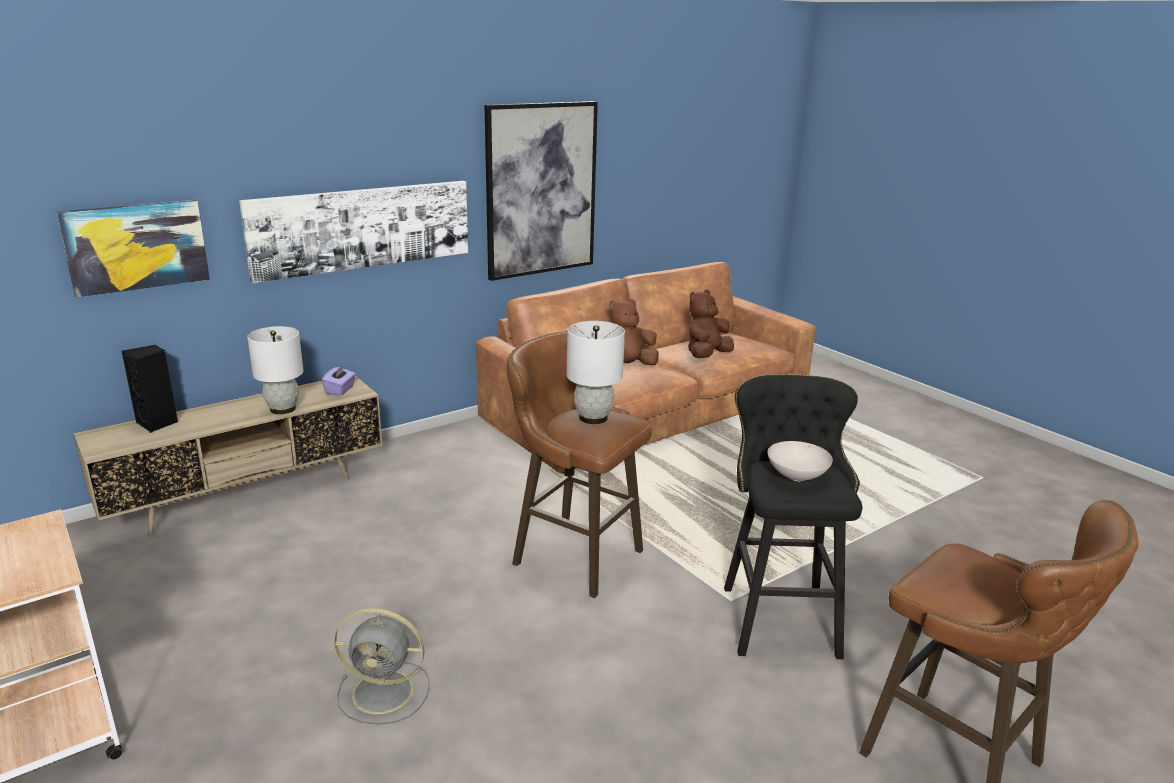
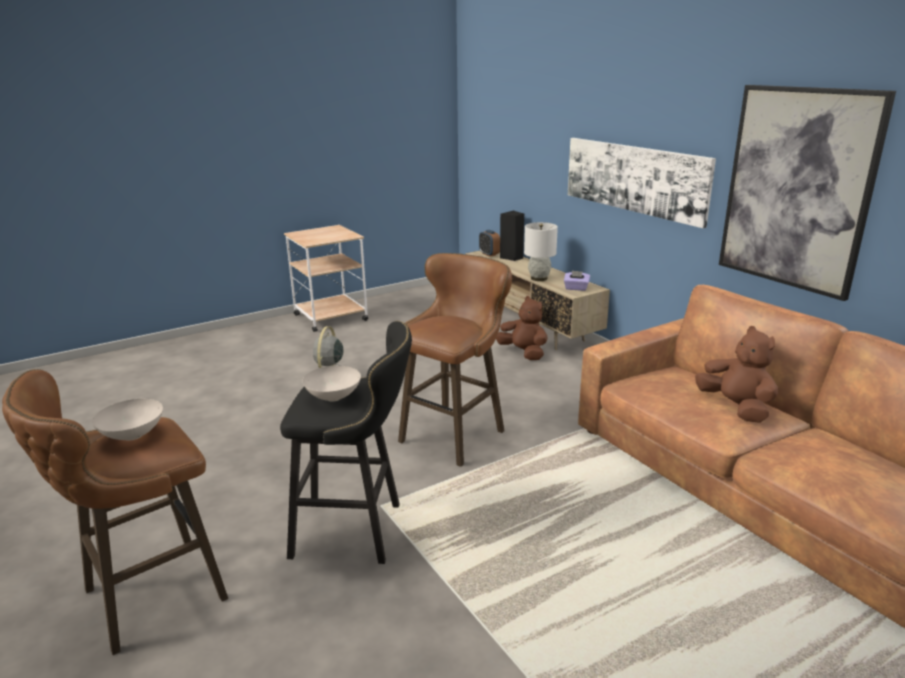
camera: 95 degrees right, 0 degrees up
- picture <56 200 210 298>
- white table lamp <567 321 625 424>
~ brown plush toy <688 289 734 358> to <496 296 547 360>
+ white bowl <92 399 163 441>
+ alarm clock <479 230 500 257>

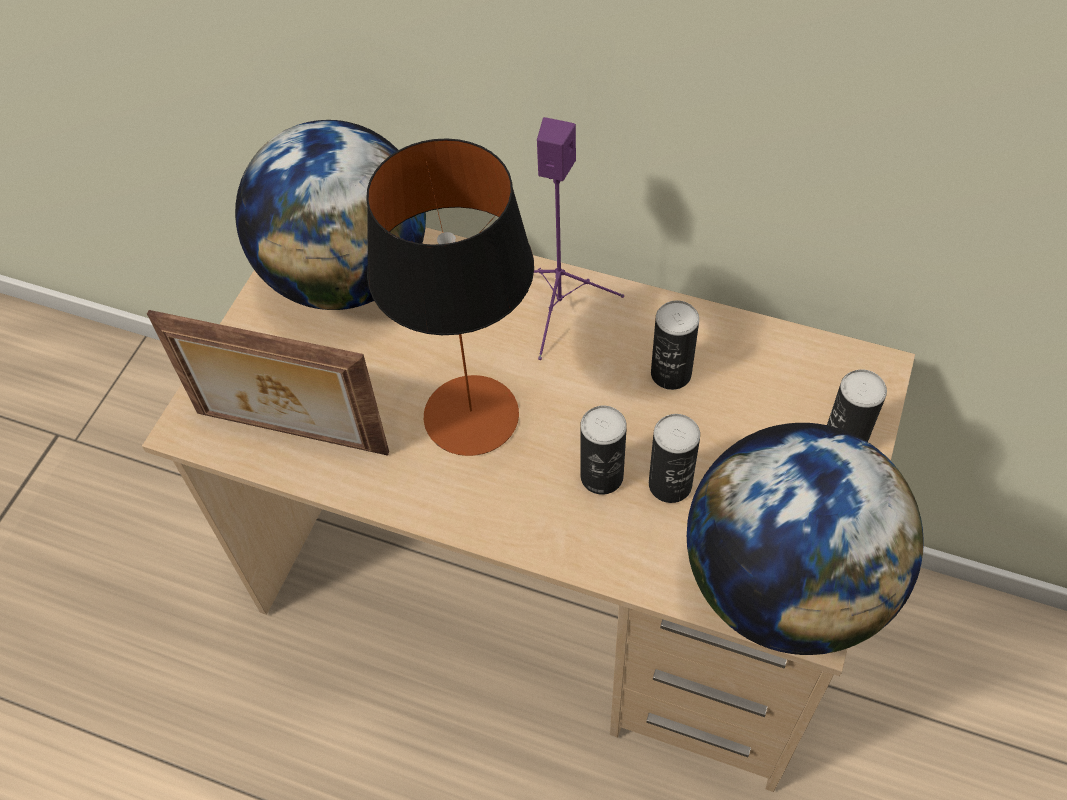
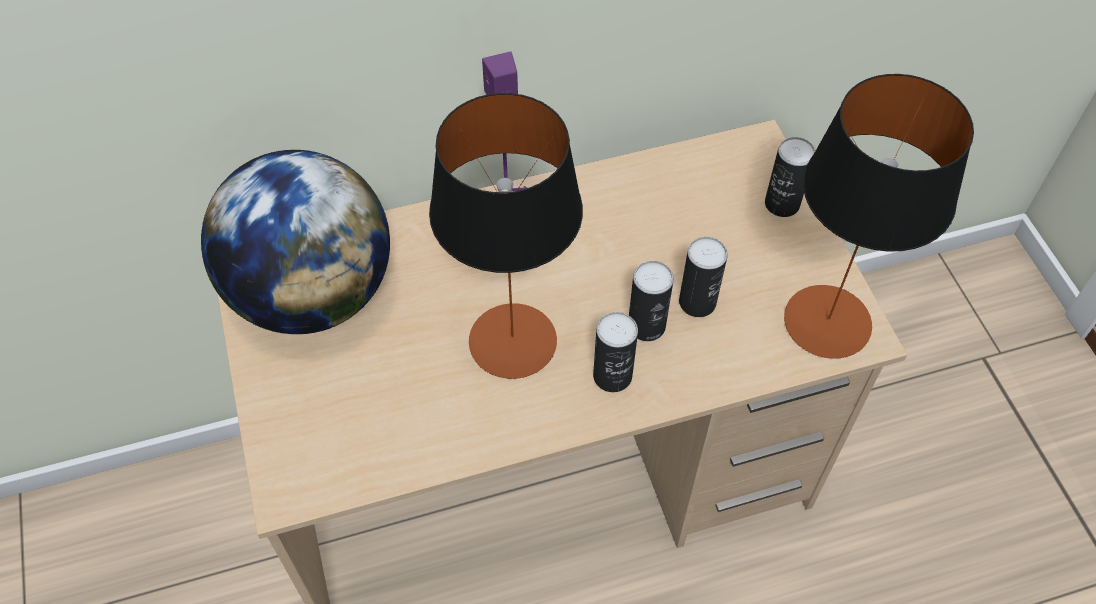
camera: 40 degrees left, 0 degrees up
- picture frame <147 310 389 456>
~ can <651 300 699 390> to <593 312 638 392>
~ globe <687 423 924 655> to table lamp <784 74 974 359>

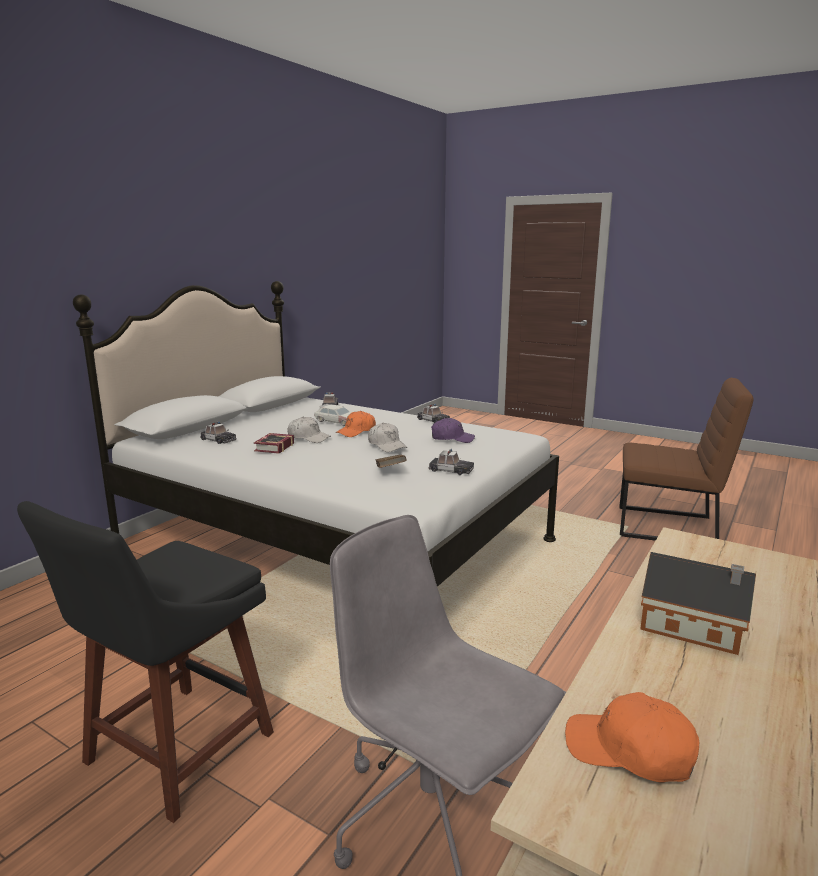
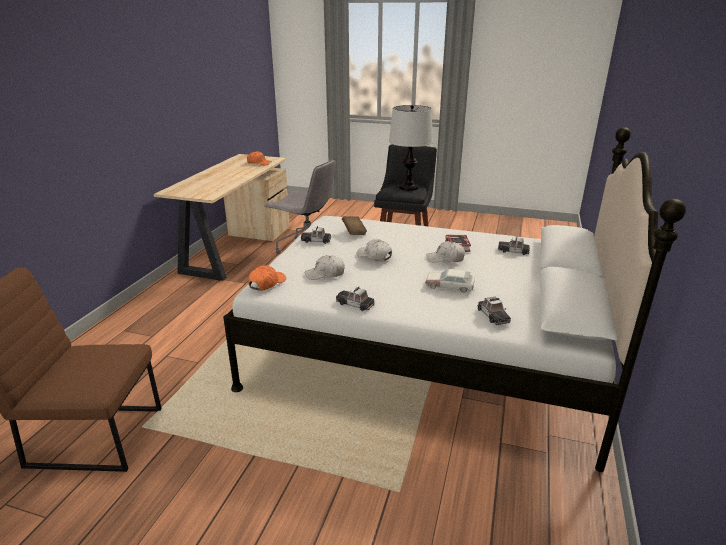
camera: 165 degrees right, 10 degrees up
~ orange cap <336 411 376 437> to <248 266 286 291>
~ purple cap <431 418 475 443> to white cap <305 255 345 280>
- toy house <640 552 756 655>
+ table lamp <389 105 433 191>

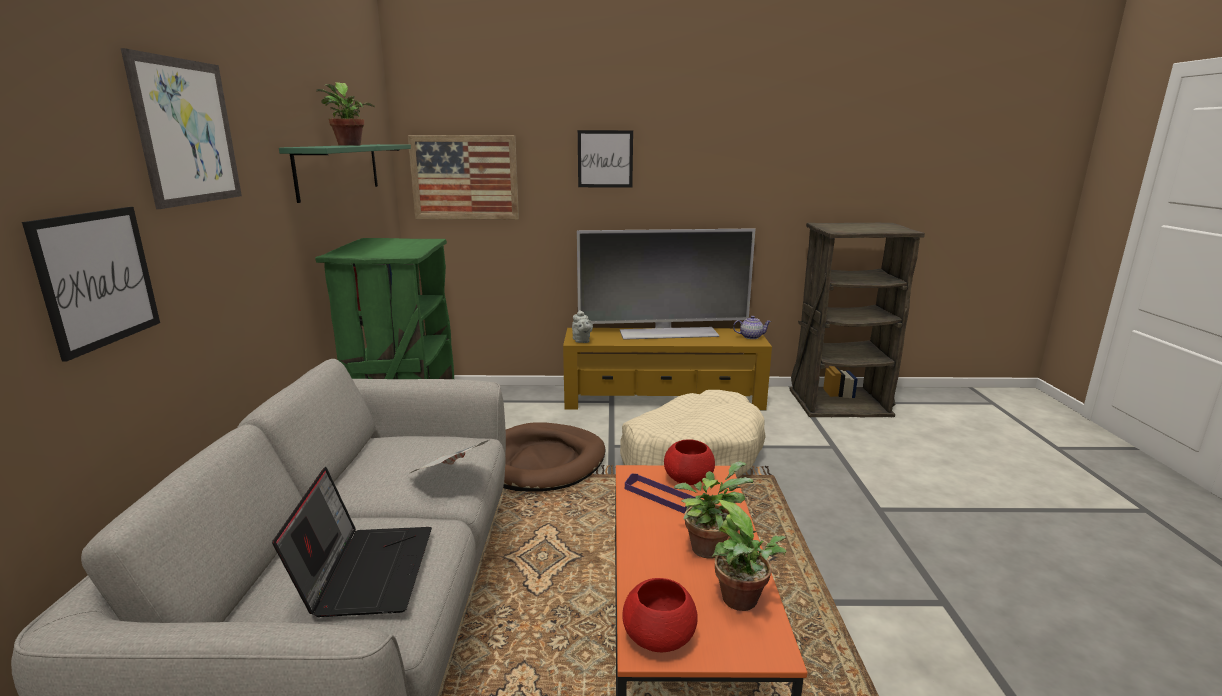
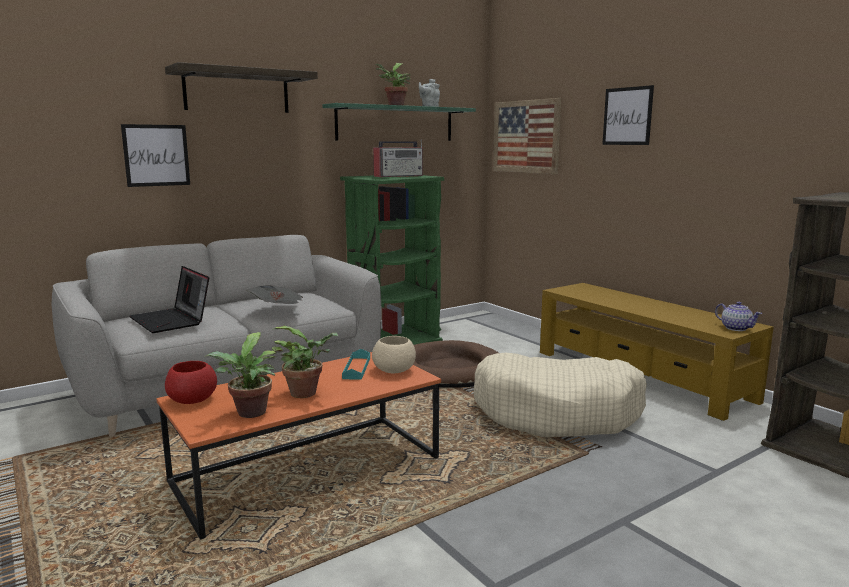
camera: 55 degrees right, 5 degrees down
~ picture <121 48 242 209> to shelf <165 62 318 113>
~ laptop <272 467 432 617> = <130 266 209 333> 90 degrees clockwise
~ grey teapot <572 310 593 343> to <419 79 440 107>
- television <577 228 755 340>
~ purple tray <625 474 696 514> to turquoise tray <342 349 370 380>
~ red bowl <664 439 715 485> to beige bowl <372 336 416 373>
+ radio <373 139 423 177>

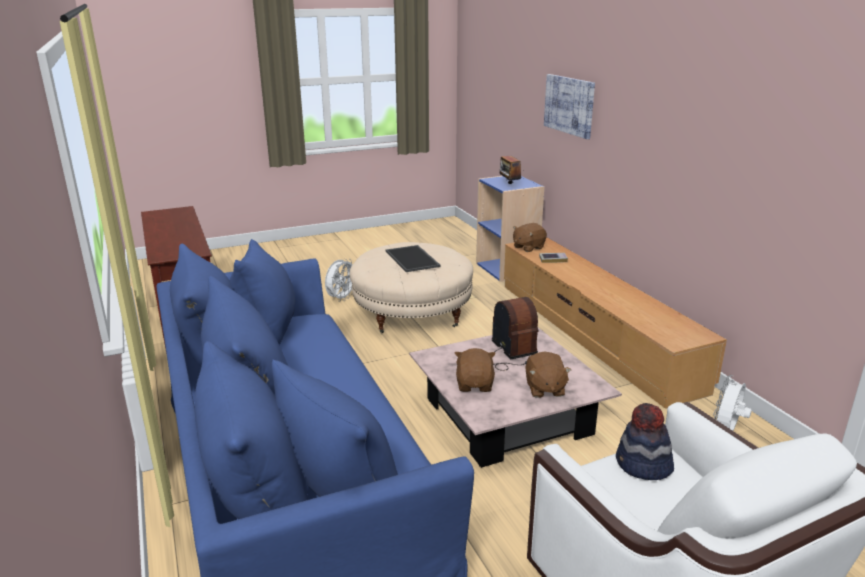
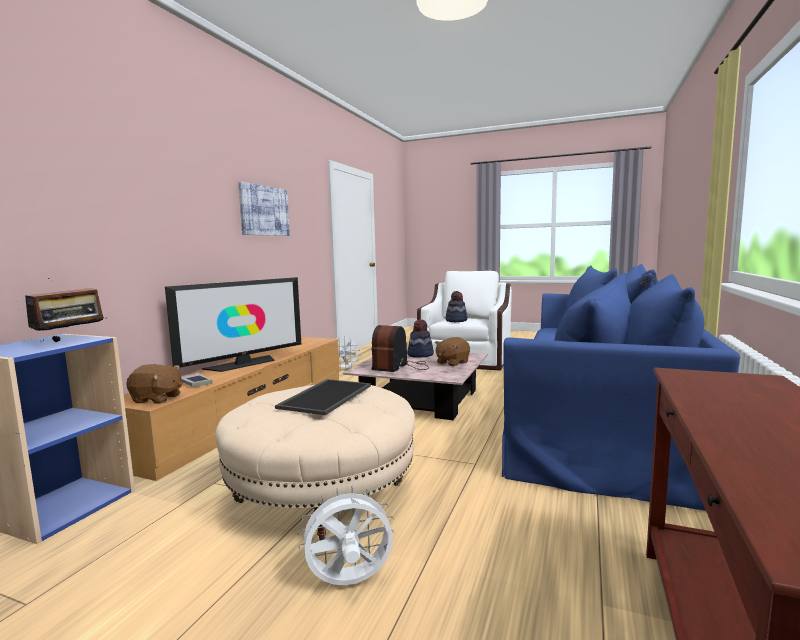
camera: 135 degrees left, 15 degrees down
~ brown plush toy <525 352 571 398> to hat <407 320 434 358>
~ picture <544 74 595 139> to <238 182 290 236>
+ television <165 277 301 372>

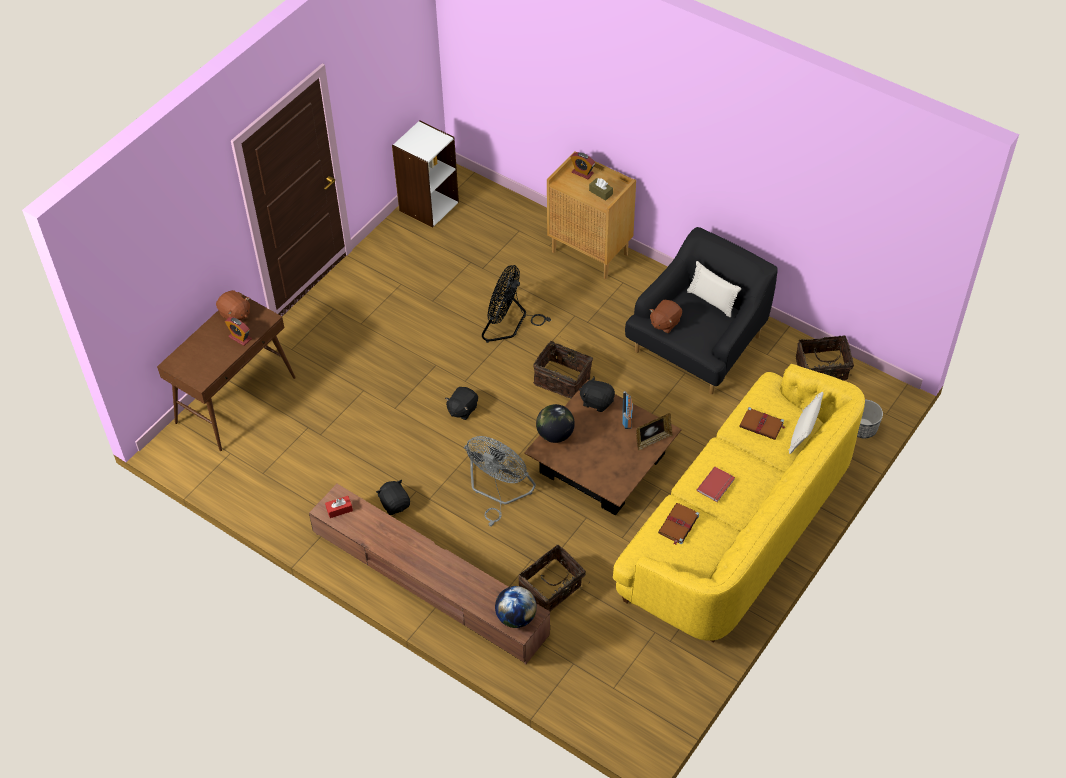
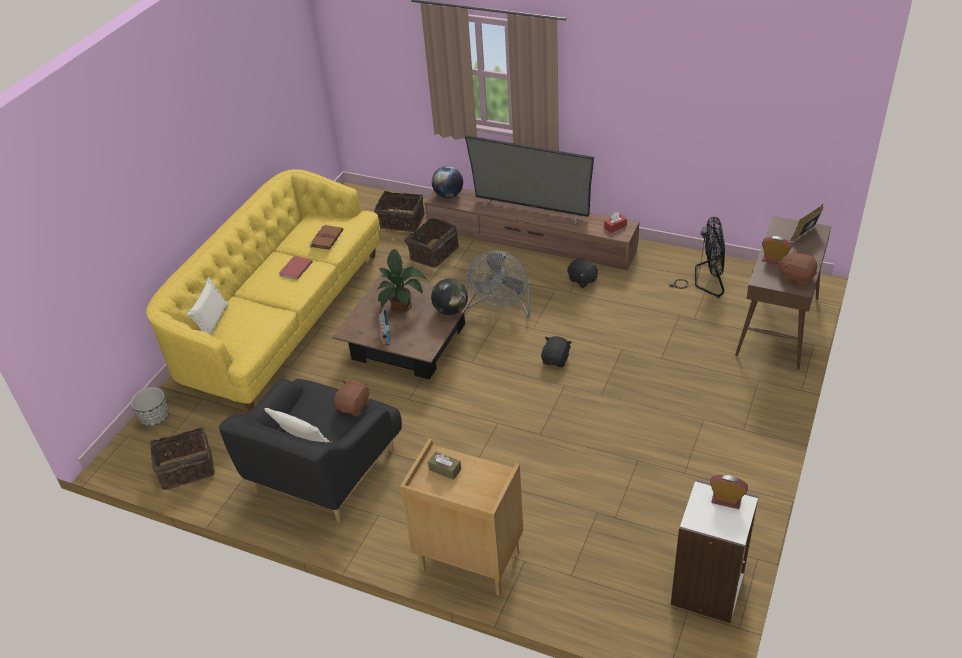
camera: 170 degrees right, 10 degrees down
~ black fan <482 265 552 343> to <669 216 725 298>
~ basket <533 336 593 399> to <374 191 425 232>
~ alarm clock <571 152 595 179> to <710 475 748 509>
- black plush toy <579 377 615 412>
~ picture frame <636 413 673 450> to <790 204 824 241>
- brown book <739 407 785 440>
+ potted plant <377 249 427 313>
+ television <465 135 594 225>

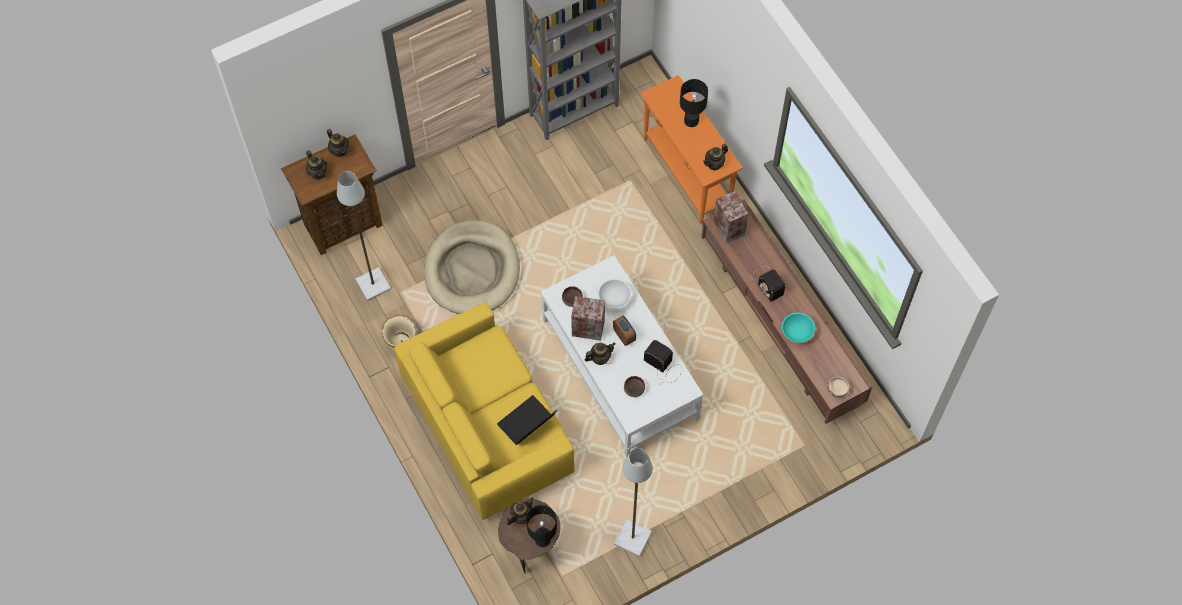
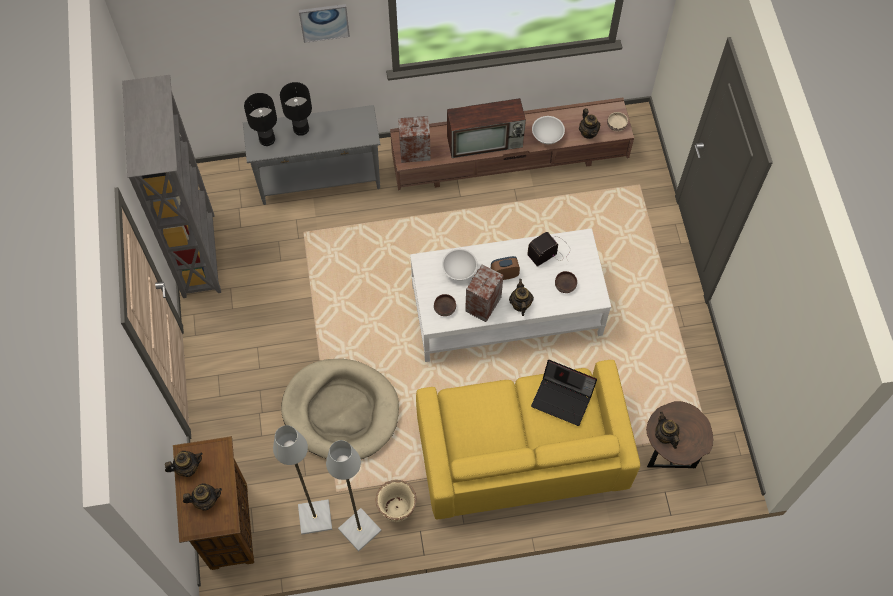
camera: 70 degrees left, 0 degrees up
~ laptop <497 395 557 445> = <531 360 597 426> 45 degrees counterclockwise
~ black table lamp <526 505 557 547> to <244 93 277 146>
~ grey floor lamp <614 448 653 557> to <326 440 382 551>
~ orange console table <640 75 743 224> to grey console table <243 105 380 205>
~ teapot <703 144 728 171> to <579 108 600 139>
~ radio <751 266 785 302> to television <447 98 526 158>
~ turquoise bowl <782 313 815 343> to white bowl <532 116 565 144>
+ picture <299 4 350 43>

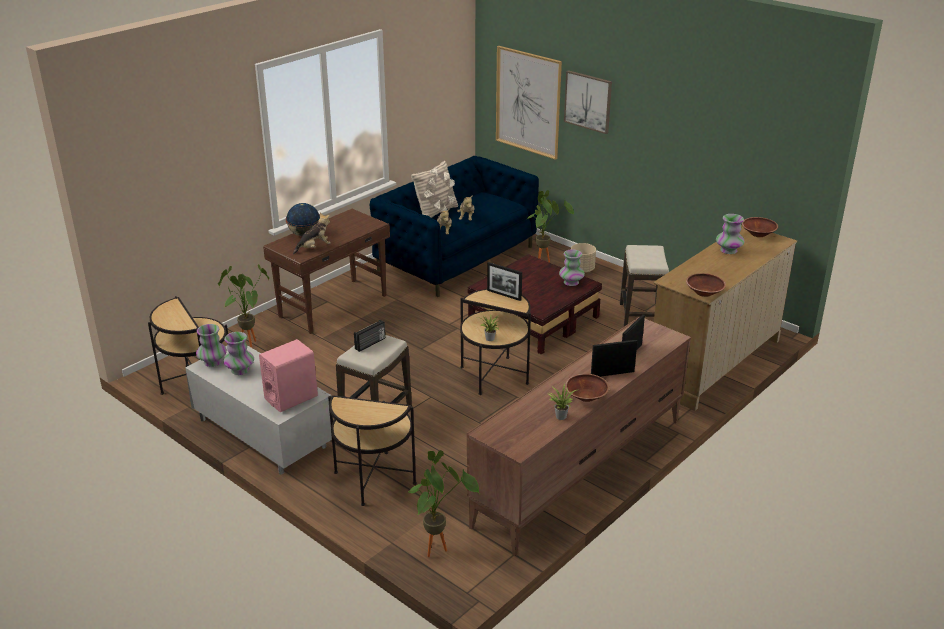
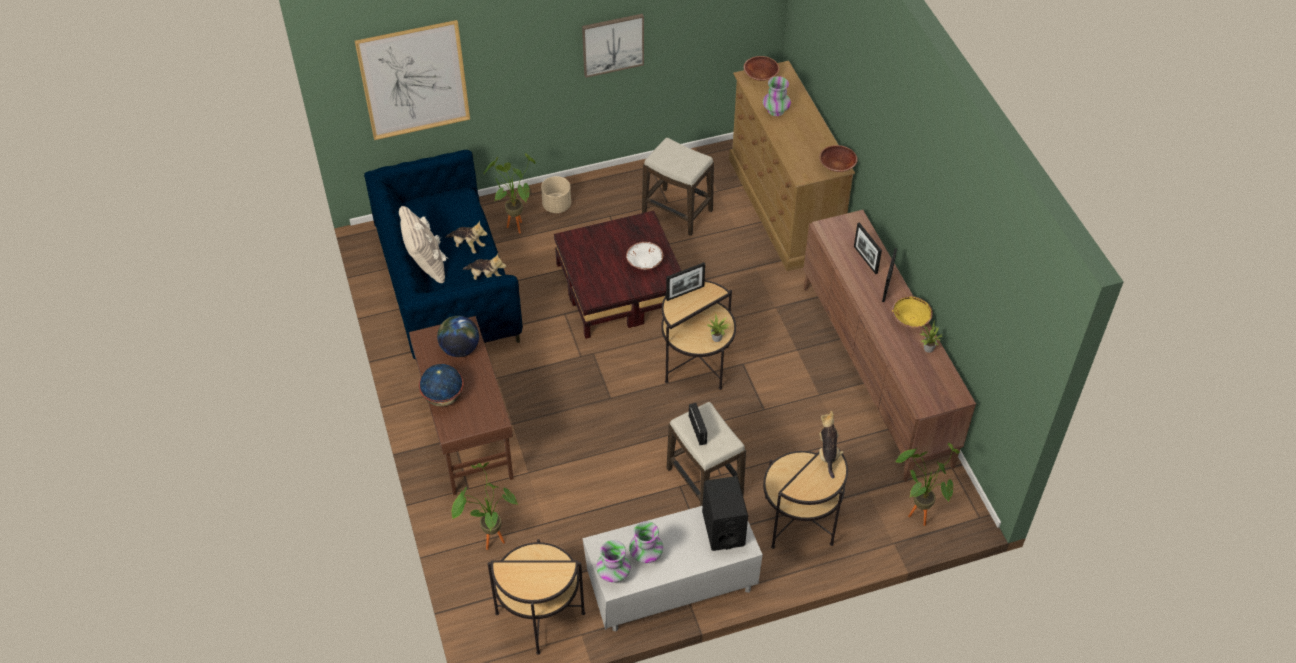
camera: 60 degrees left, 20 degrees up
~ pink speaker <259 339 318 412> to black speaker <702 476 748 551>
~ plush toy <293 212 331 255> to <819 411 844 479>
- vase <559 249 585 286>
~ picture <564 70 612 134> to <582 14 644 78>
~ brown bowl <565 374 609 402> to yellow bowl <892 296 933 328>
+ globe <437 316 479 357>
+ white bowl <626 242 663 270>

